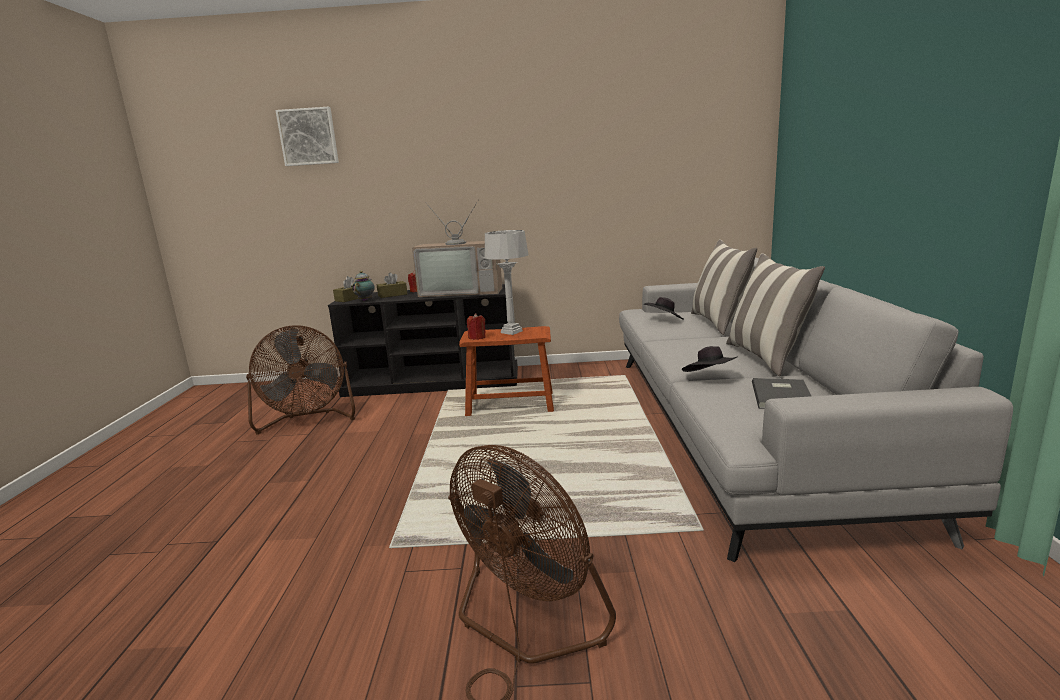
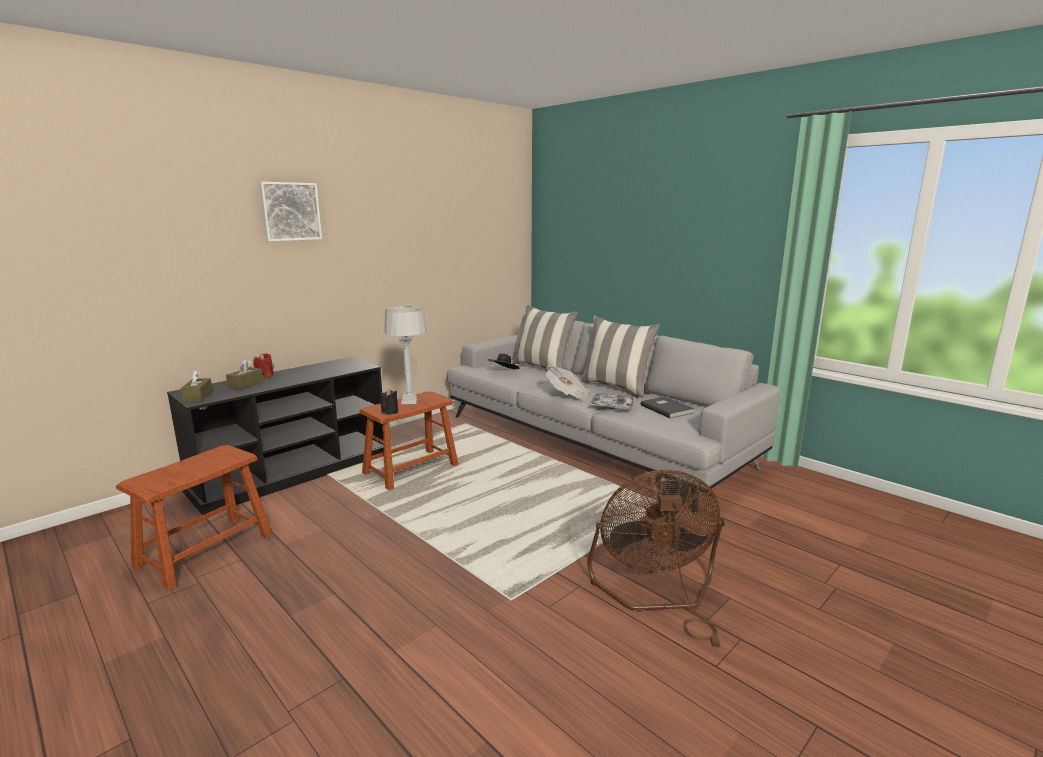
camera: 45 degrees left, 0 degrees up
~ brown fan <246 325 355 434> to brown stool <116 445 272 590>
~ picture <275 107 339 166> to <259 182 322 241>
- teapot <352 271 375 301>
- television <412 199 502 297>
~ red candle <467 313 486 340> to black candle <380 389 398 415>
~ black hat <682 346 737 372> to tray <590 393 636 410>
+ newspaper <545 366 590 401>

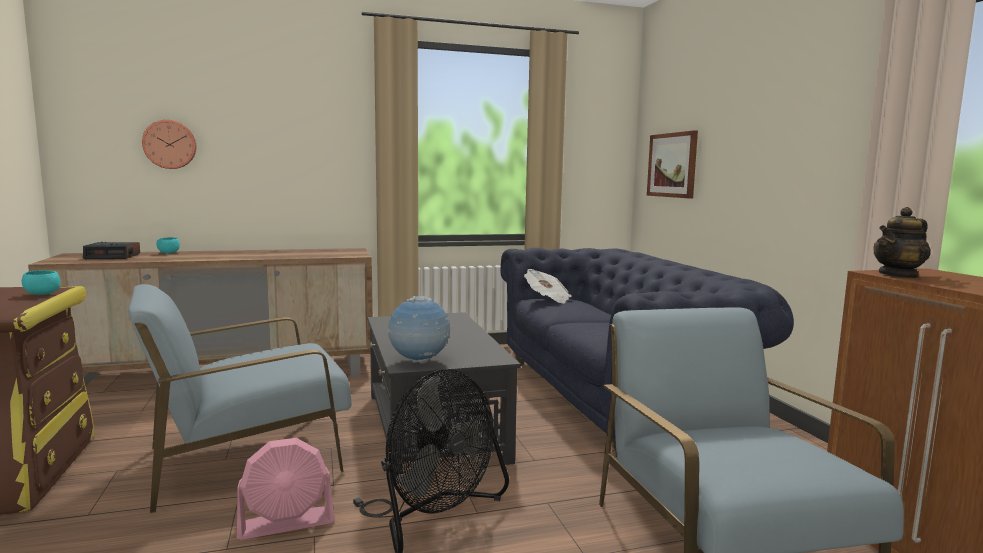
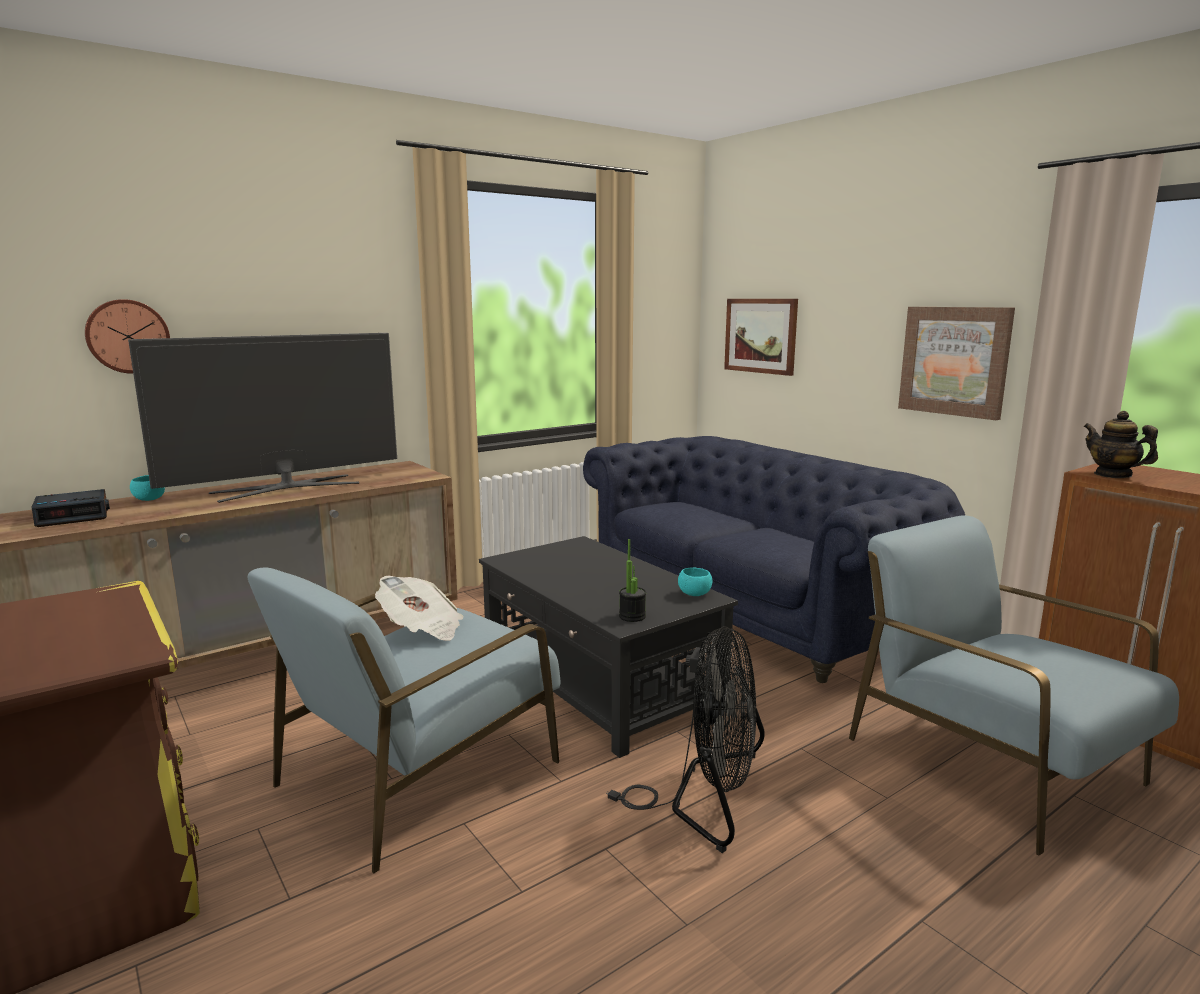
camera: 20 degrees left, 5 degrees up
~ turquoise bowl <22 270 60 295> to <678 568 712 596>
- pink fan <237 438 335 540>
~ globe <387 296 450 364> to potted plant <619 539 646 622>
~ newspaper <524 269 571 304> to <375 576 464 641>
~ teapot <873 207 931 278> = <1084 411 1158 478> 105 degrees clockwise
+ television <128 333 397 503>
+ picture <898 307 1015 420>

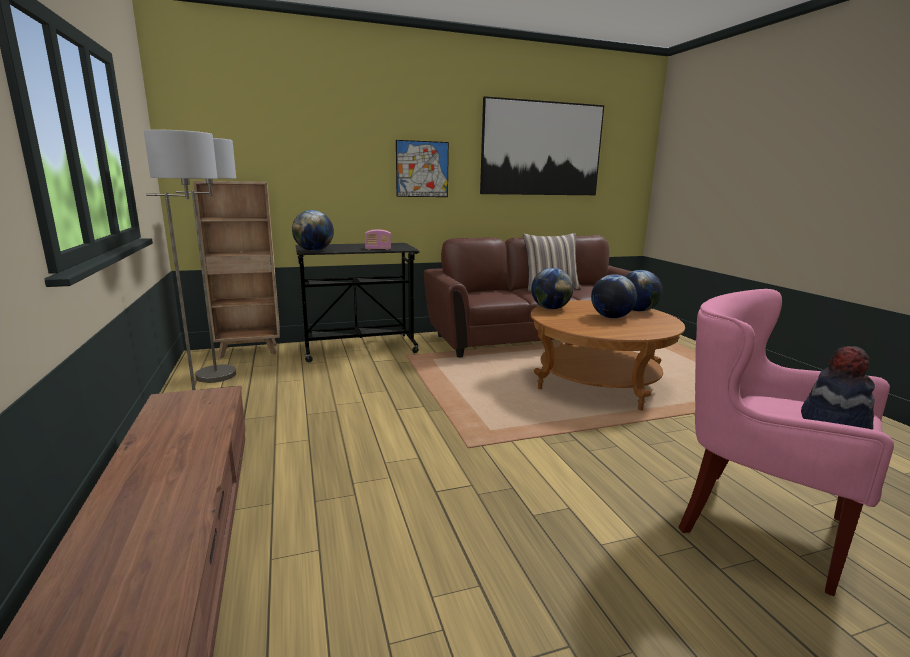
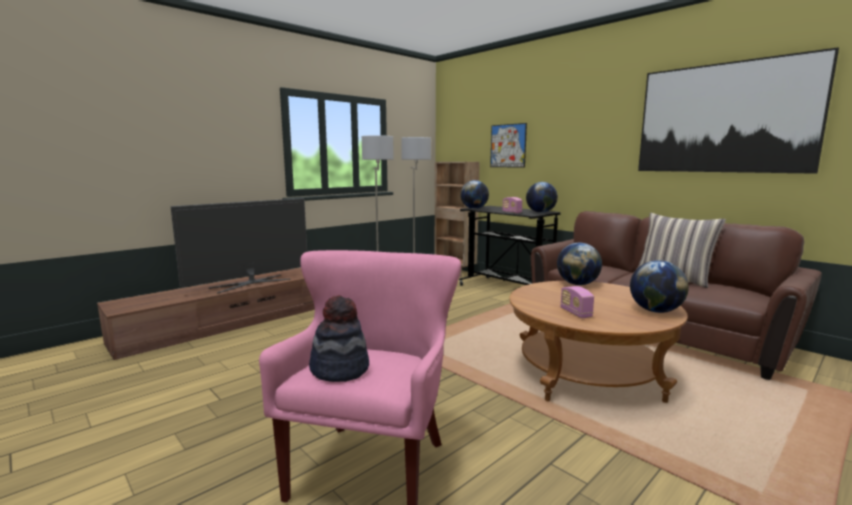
camera: 65 degrees right, 5 degrees down
~ picture <396 140 449 197> to <490 123 527 168>
~ globe <591 274 637 318> to <526 182 558 213>
+ television <171 198 307 293>
+ radio <560 286 594 318>

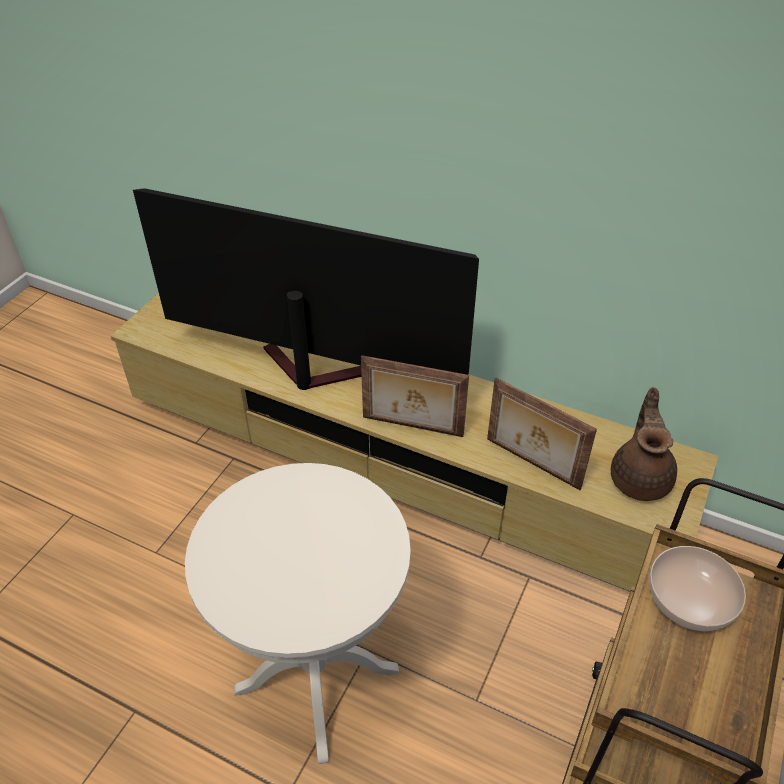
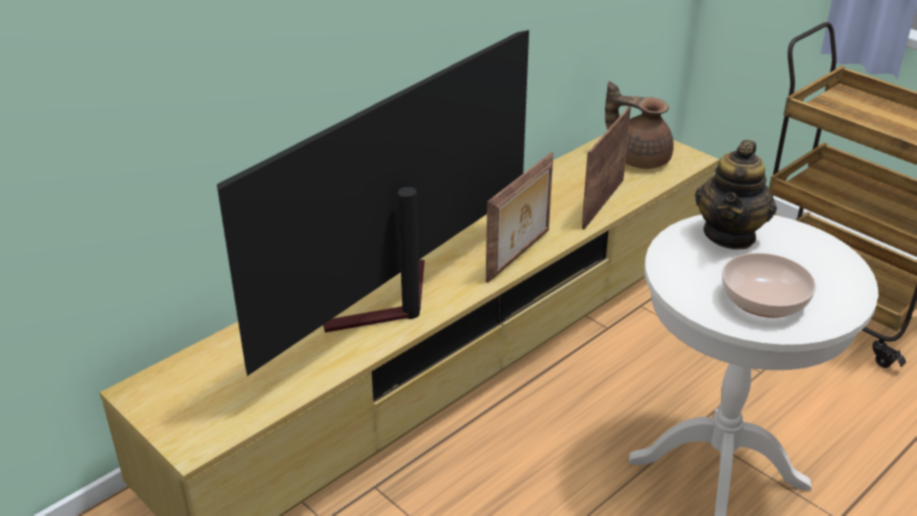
camera: 70 degrees left, 10 degrees down
~ picture frame <487 378 597 490> = <582 106 631 230> 150 degrees clockwise
~ bowl <649 546 746 631> to <722 253 816 318>
+ teapot <695 140 777 249>

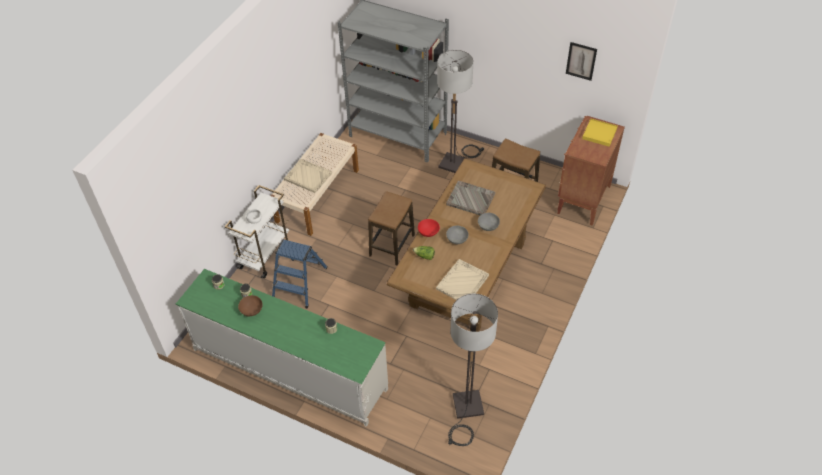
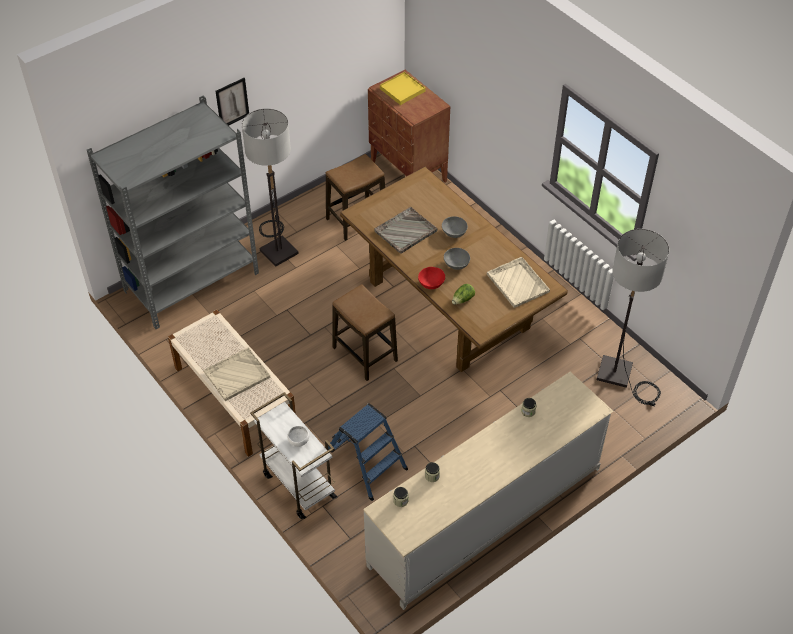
camera: 65 degrees left, 0 degrees up
~ green cabinet <176 269 388 427> to beige cabinet <363 372 614 610>
- brown bowl <238 295 263 316>
~ picture <566 42 597 81> to <215 78 249 125>

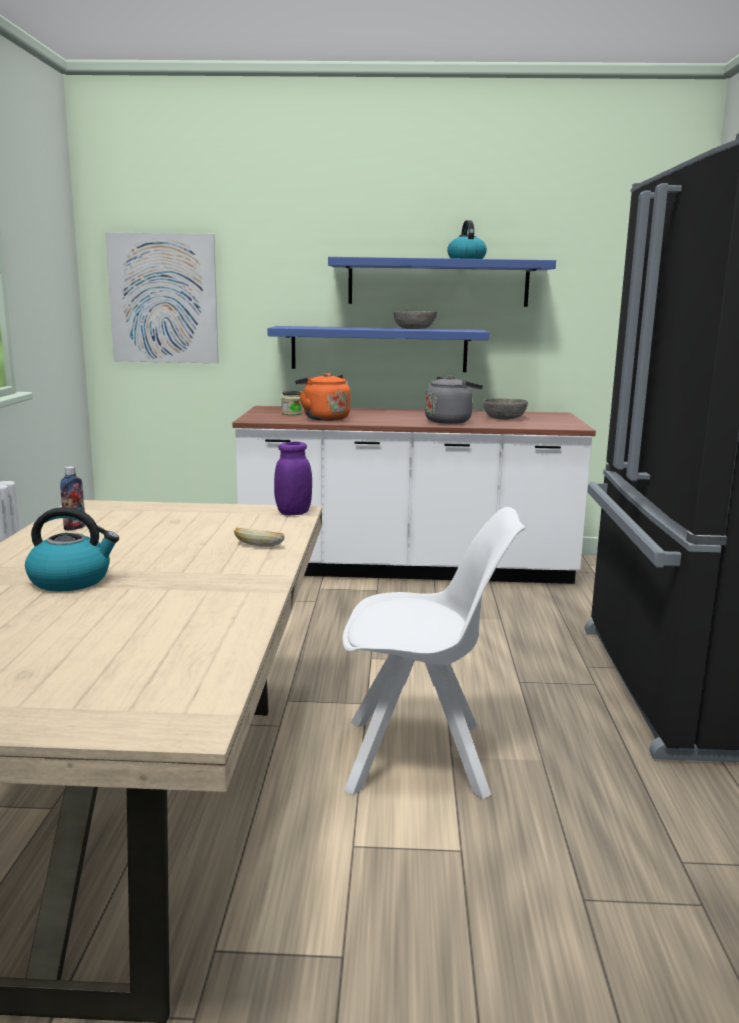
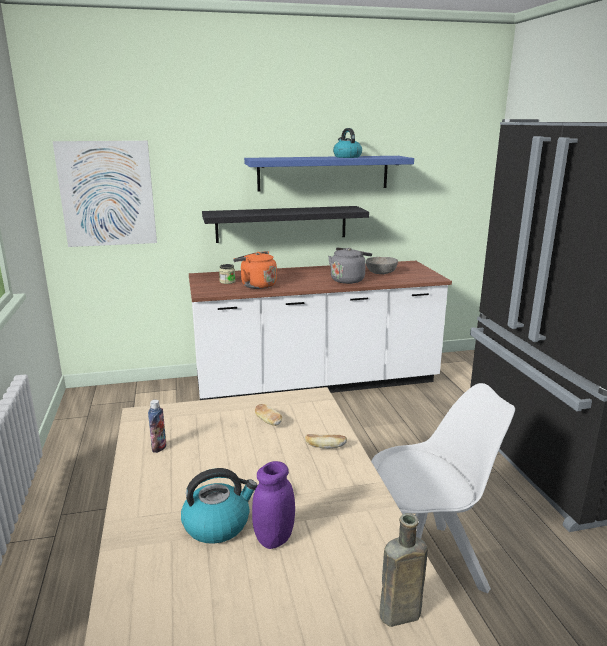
camera: 15 degrees left, 5 degrees up
~ blue shelf <268 326 489 372> to black shelf <202 206 369 243>
~ purple jar <274 442 312 516> to <252 461 295 549>
- grey bowl <394 311 437 329>
+ bread <255 404 282 426>
+ brown bottle <379 513 428 627>

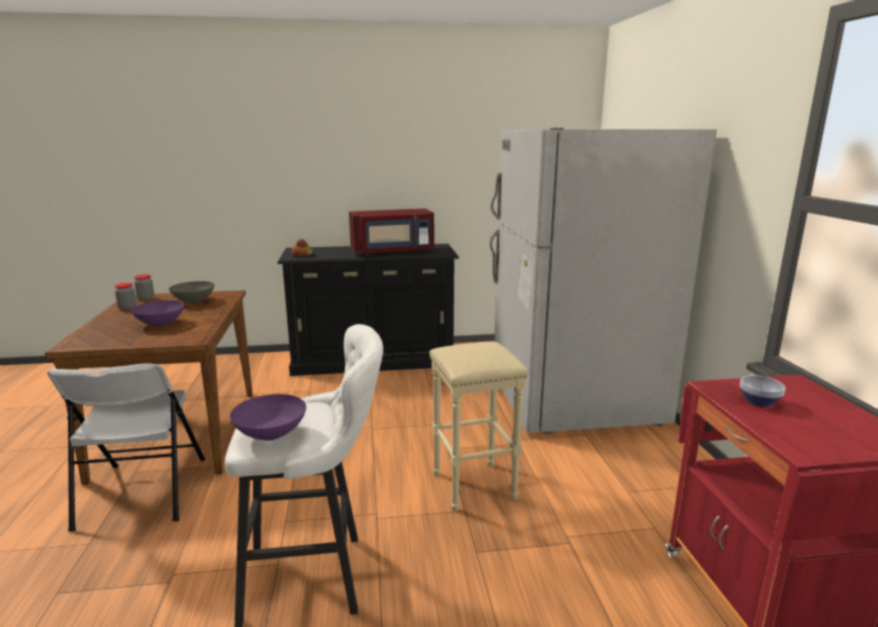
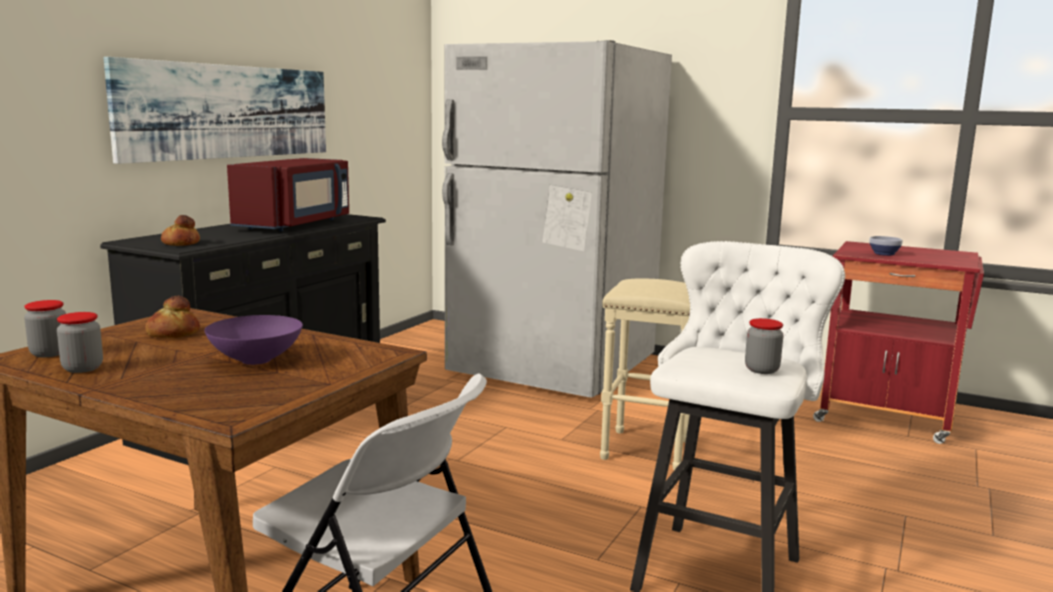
camera: 55 degrees left, 5 degrees down
~ grey bowl <169 281 215 304> to bread <145 296 200 338>
~ purple bowl <230 394 306 441> to jar <745 318 783 374>
+ picture <103 57 326 164>

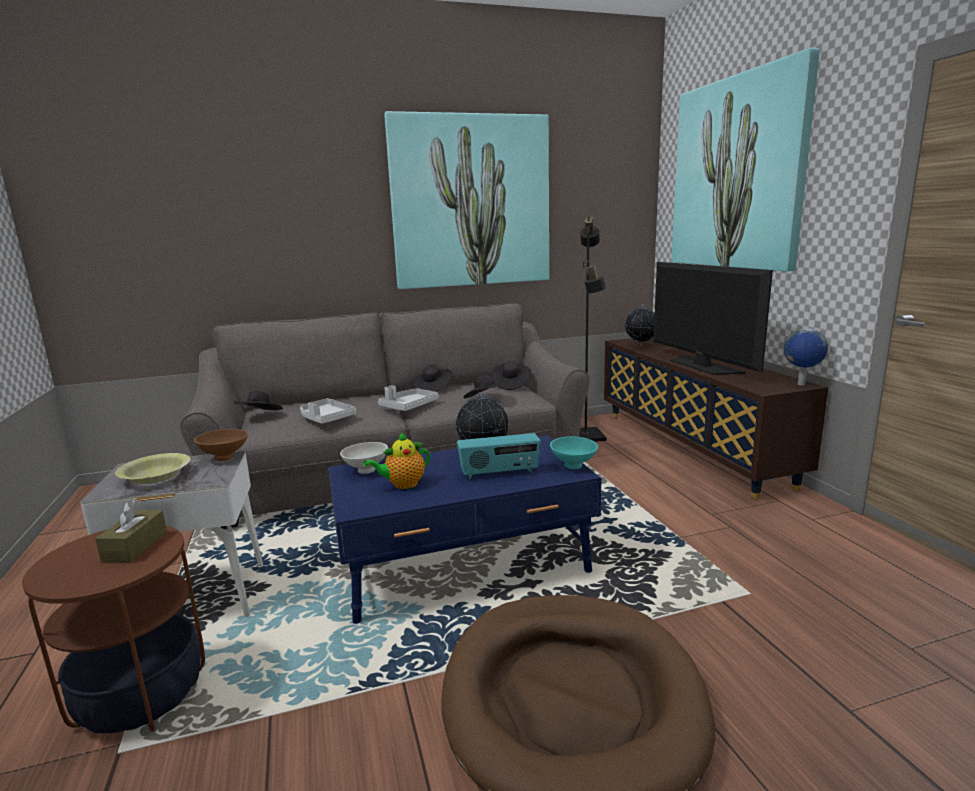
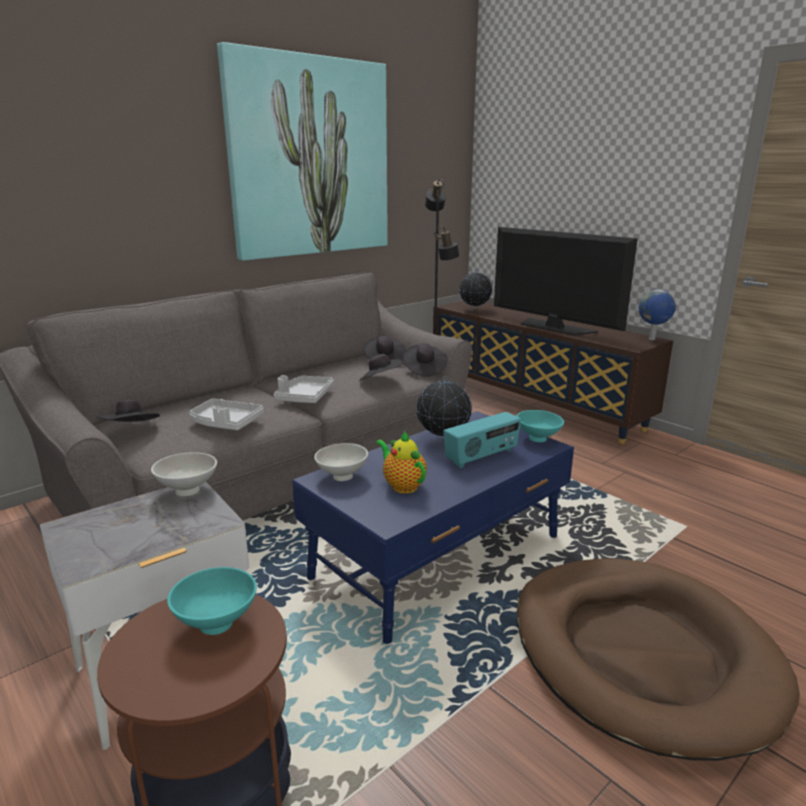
camera: 25 degrees left, 5 degrees up
~ brown tissue box <95 500 167 562> to turquoise bowl <167 567 257 635>
- yellow bowl <115 453 190 484>
~ brown bowl <194 429 248 461> to white bowl <151 452 217 496>
~ teapot <363 432 430 489> = <376 431 427 494> 105 degrees clockwise
~ black hat <413 365 453 392> to <403 343 448 377>
- picture <671 48 820 272>

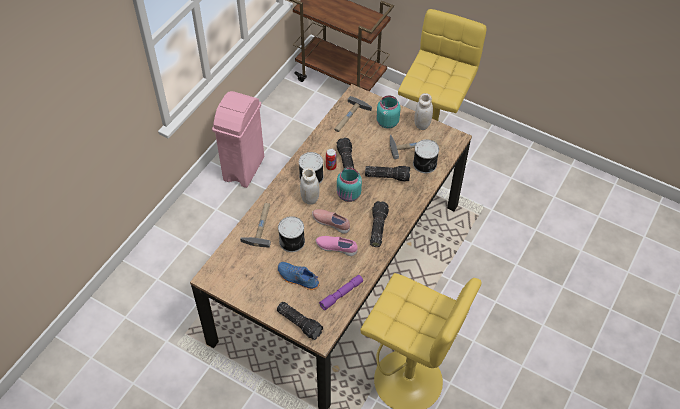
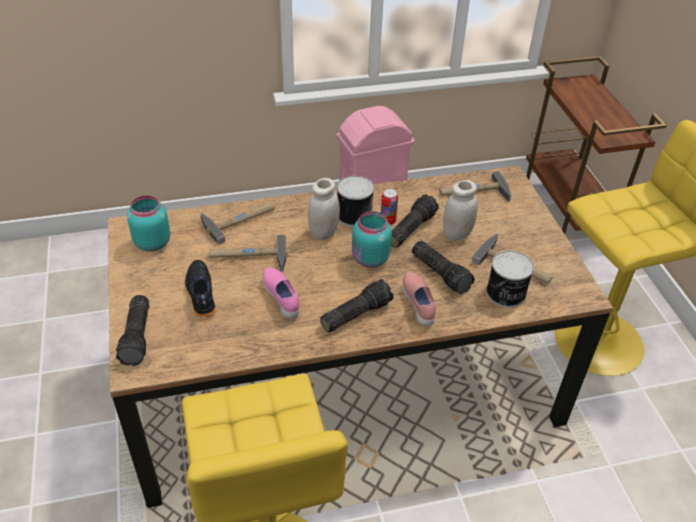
camera: 45 degrees right, 10 degrees down
~ can <278 216 305 252> to hammer <209 235 287 272>
~ blue shoe <278 262 320 290> to black shoe <185 260 216 317>
~ pink shoe <312 209 350 234> to <402 272 436 327>
- purple flashlight <319 275 363 310>
~ turquoise jar <377 95 401 129> to <127 195 170 252>
~ white jar <414 93 433 130> to <443 180 478 241>

